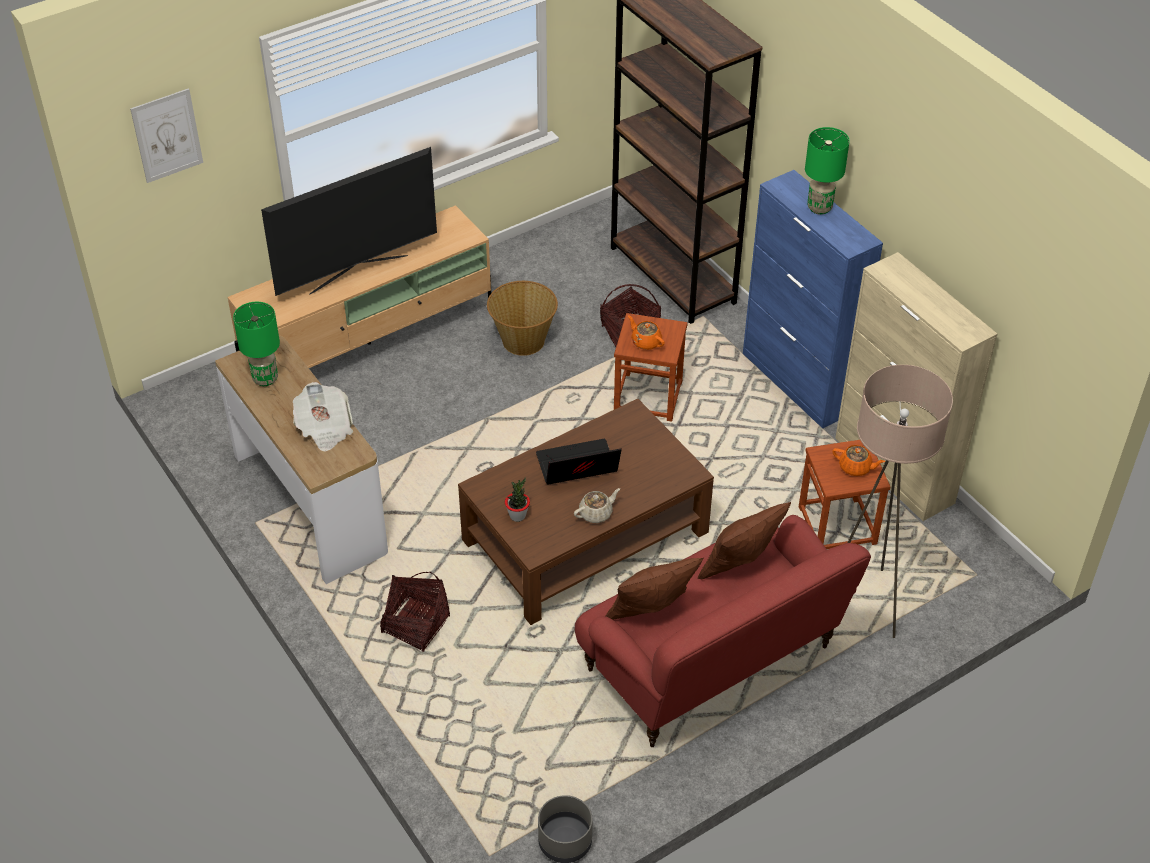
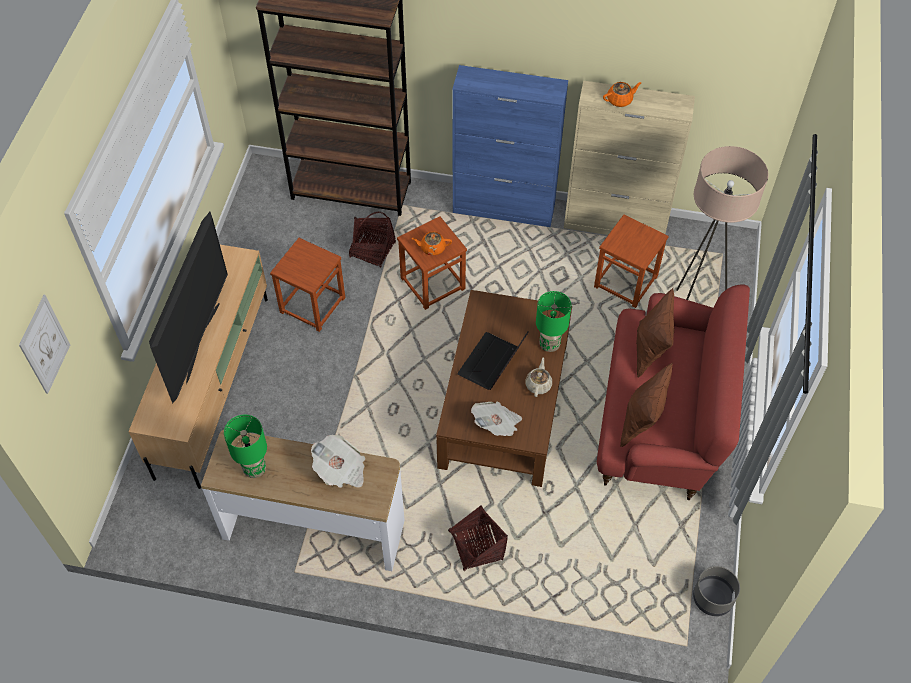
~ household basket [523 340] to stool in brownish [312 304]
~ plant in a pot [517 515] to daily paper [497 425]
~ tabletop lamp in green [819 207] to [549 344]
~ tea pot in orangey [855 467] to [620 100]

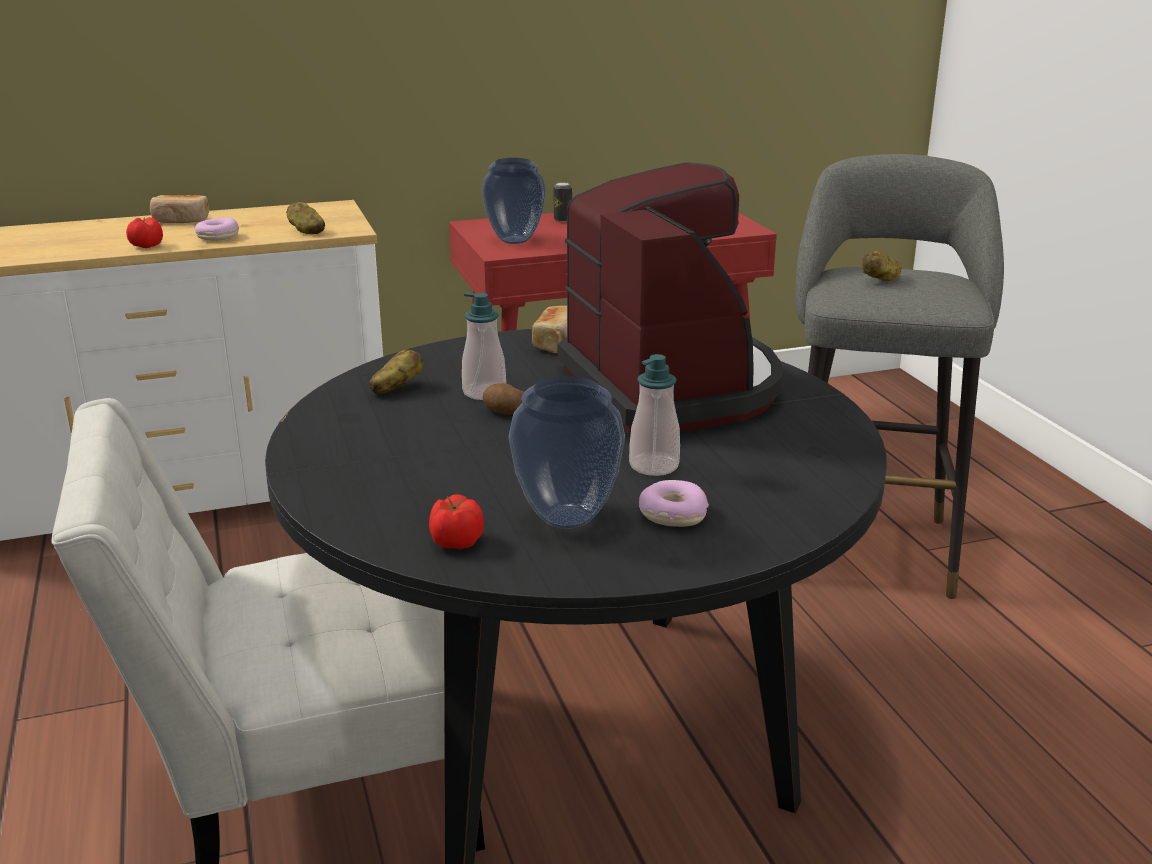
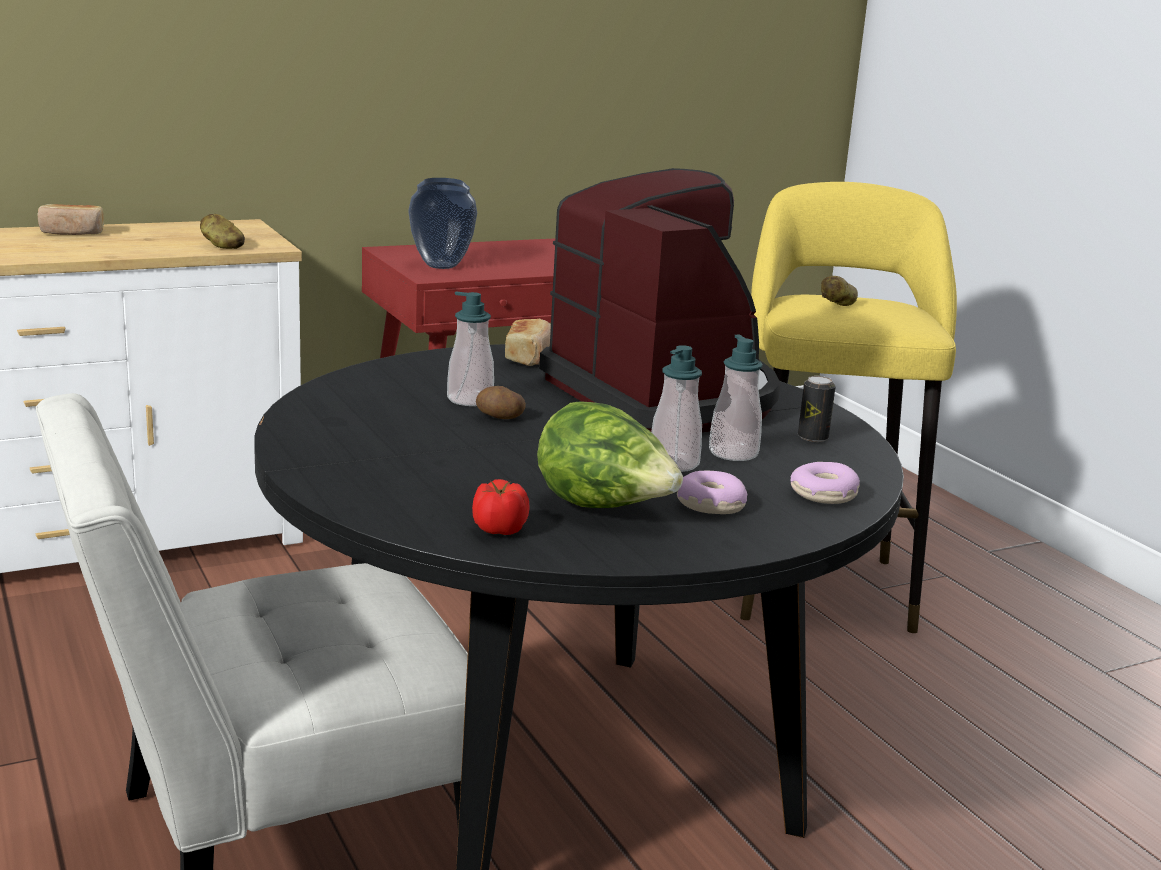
~ vase [567 517] to lettuce head [604 507]
+ soap bottle [733 453]
~ stool in gray [866 542] to stool in yellow [817 583]
~ donut [218 237] to [824 495]
~ sealed can [562 220] to [813 437]
- whole tomato [146 246]
- whole potato [396 388]

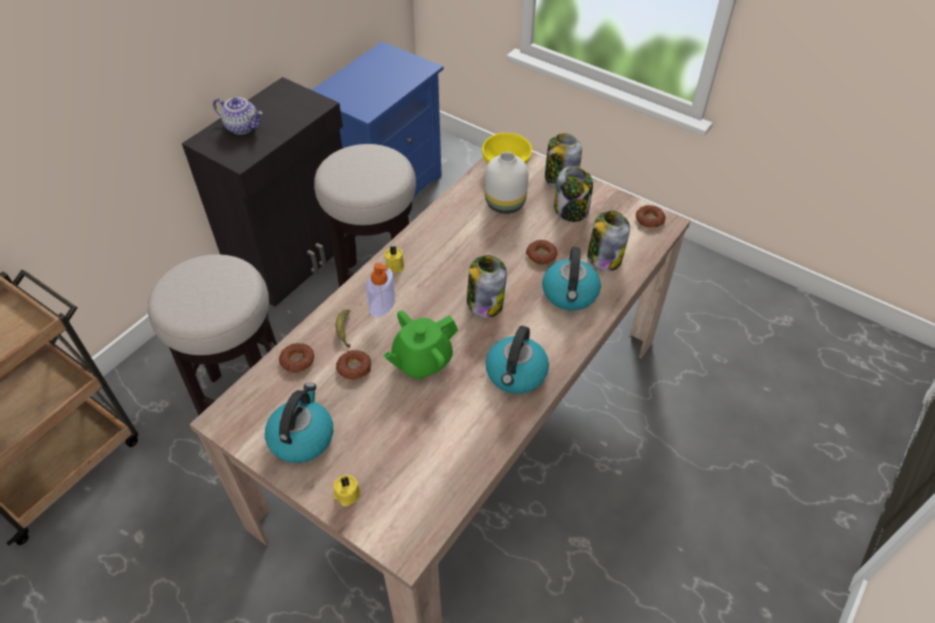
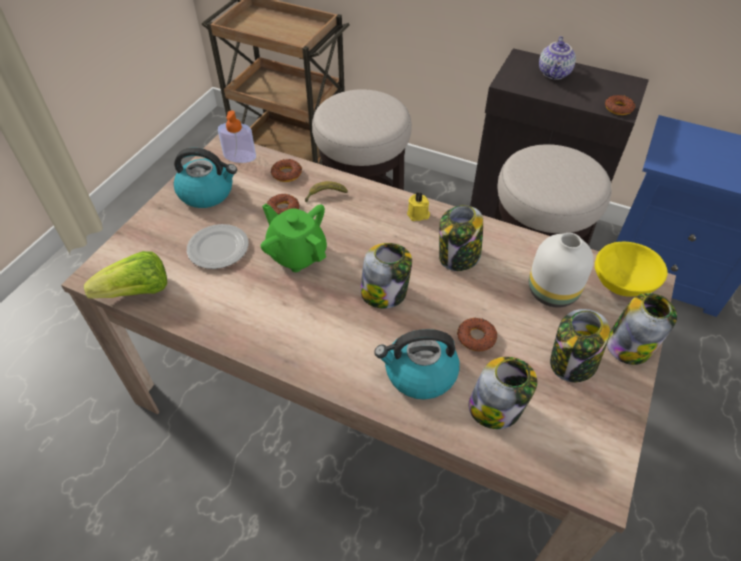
+ lettuce head [137 292]
+ dinner plate [218 248]
~ soap bottle [382 304] to [240 156]
+ jar [458 257]
~ donut [649 219] to [618 108]
- wax candle in yellow [347 494]
- tea kettle [516 374]

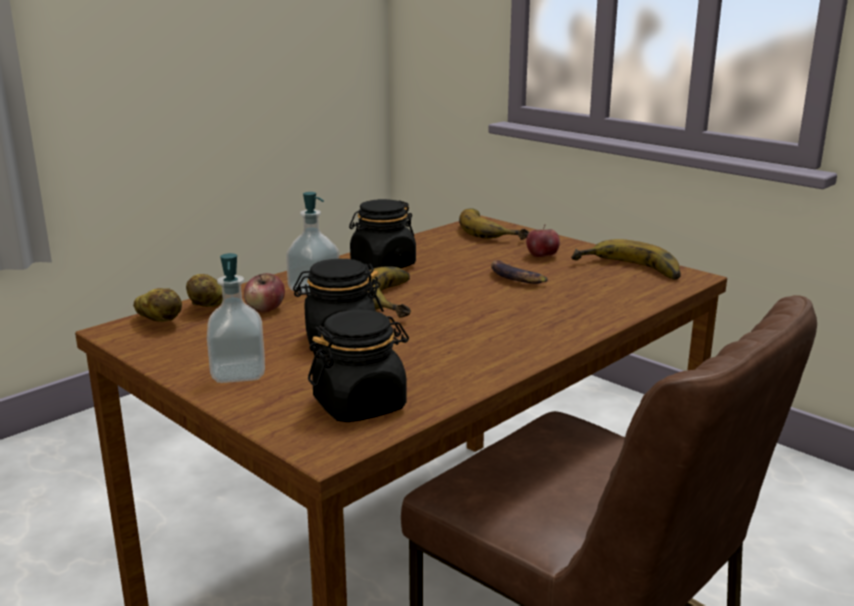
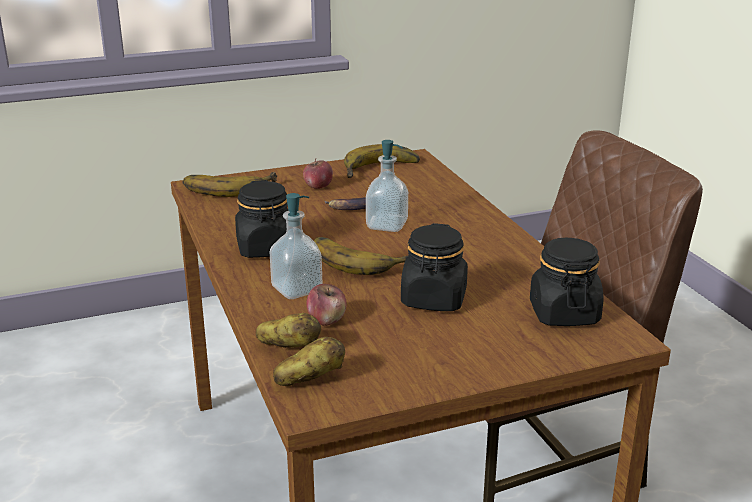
~ soap bottle [238 373] to [387 225]

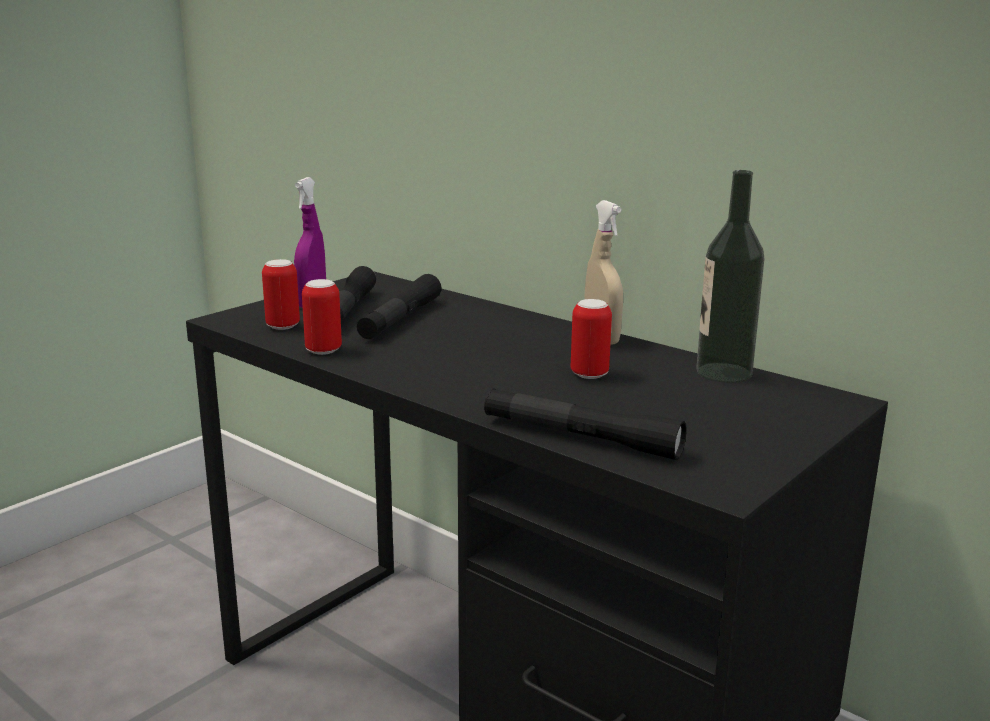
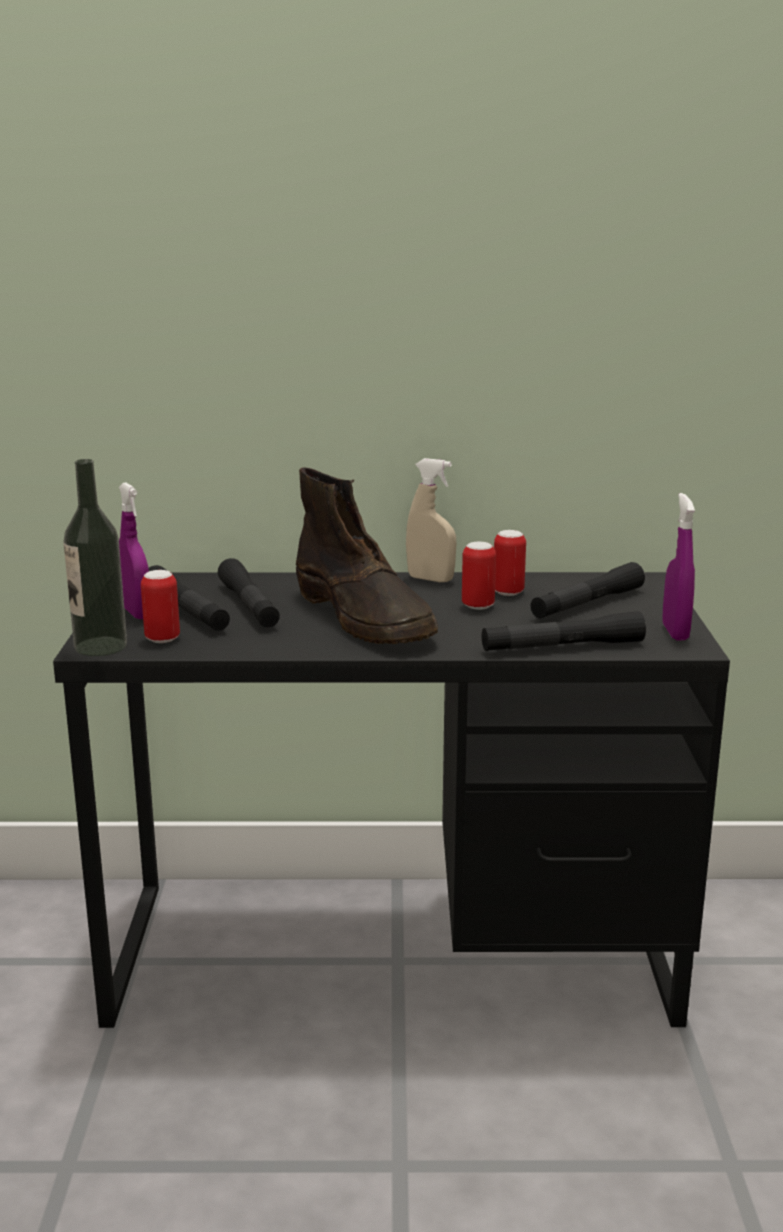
~ drink bottle [724 373] to [100 646]
+ high-top boot in brownish [364 618]
~ sealed can [323 350] to [508 592]
+ torch in black-coloured [587 604]
+ sprayer in purplish [675 632]

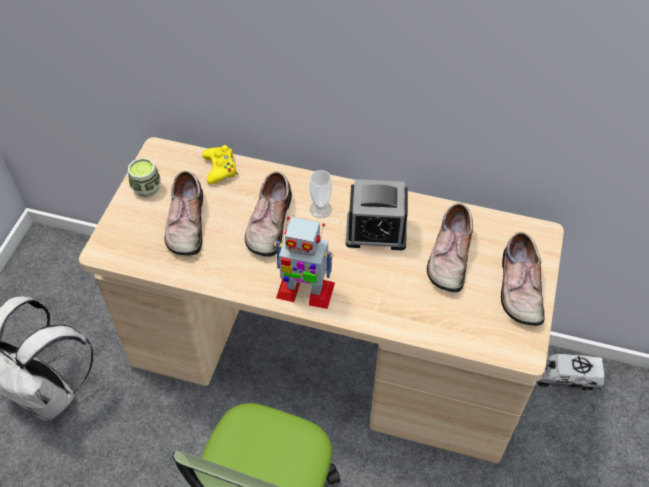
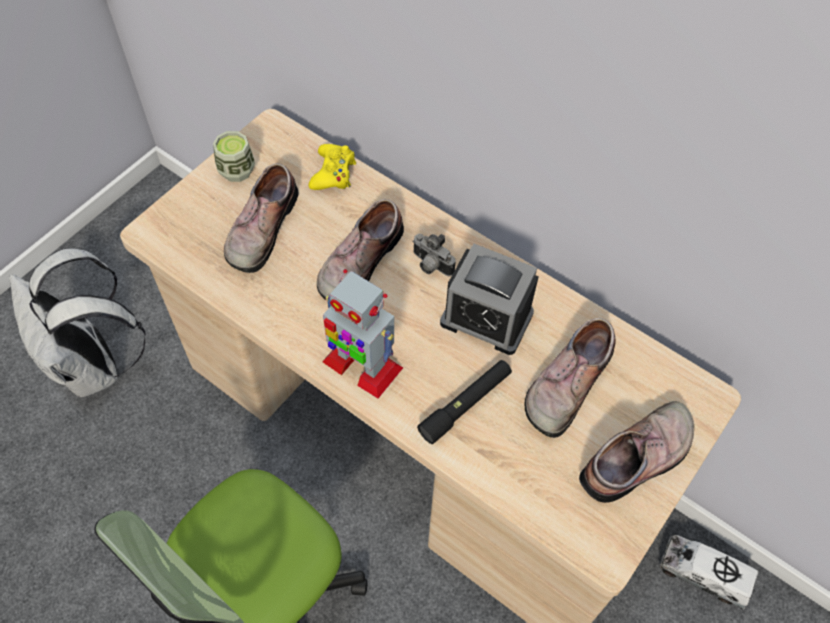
~ drinking cup [320 209] to still camera [430 265]
+ torch in black-coloured [465 404]
~ item of footwear [518 287] = [639 459] 150 degrees counterclockwise

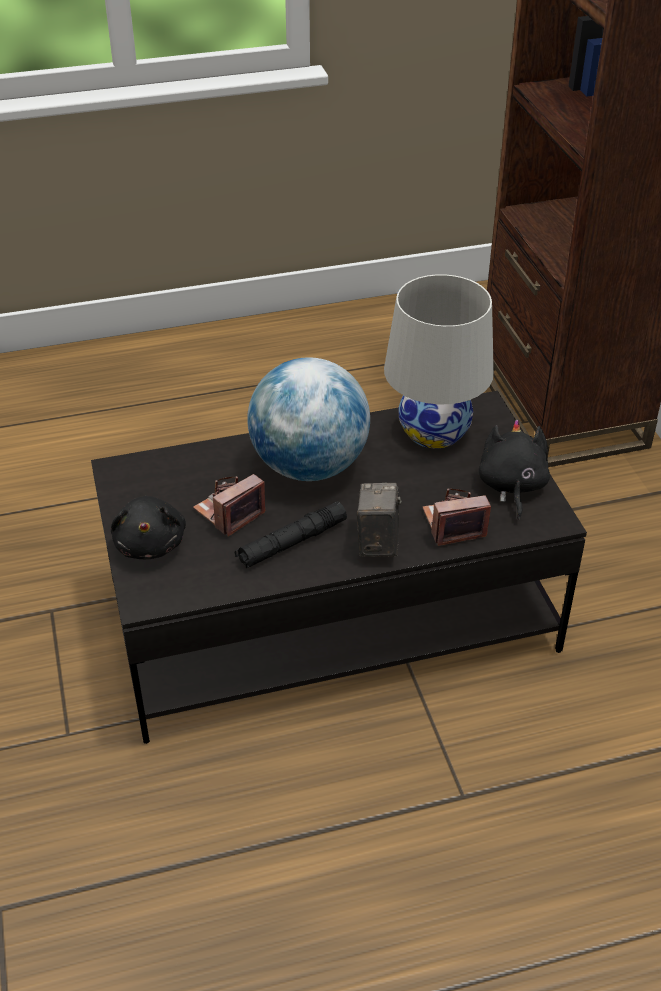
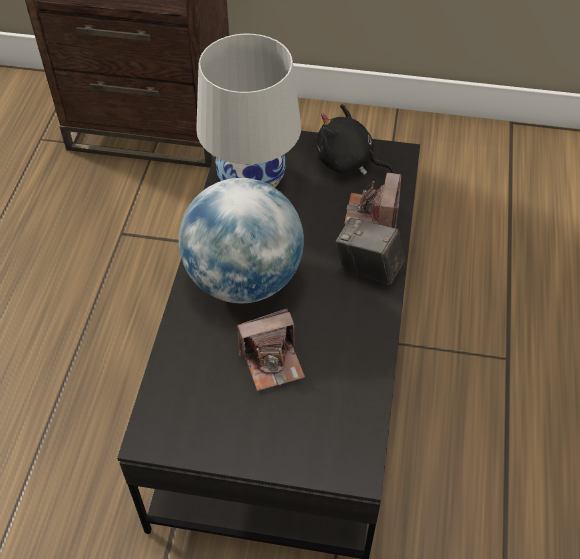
~ still camera [229 513] = [272 361] 90 degrees counterclockwise
- cuddly toy in black-coloured [150 543]
- torch in black-coloured [292 542]

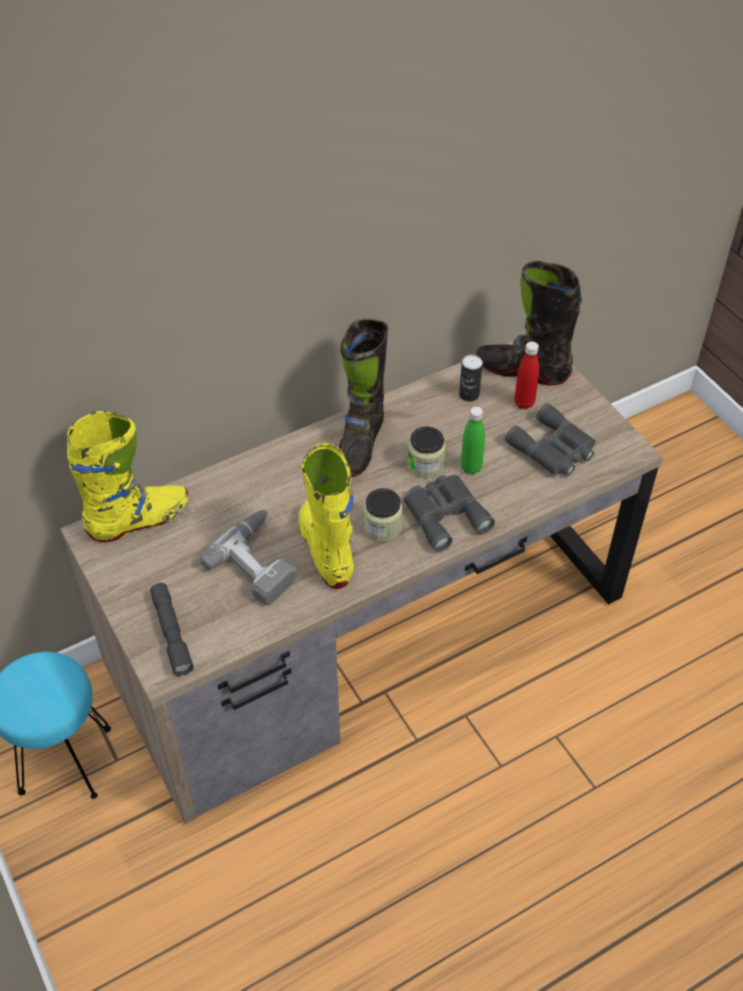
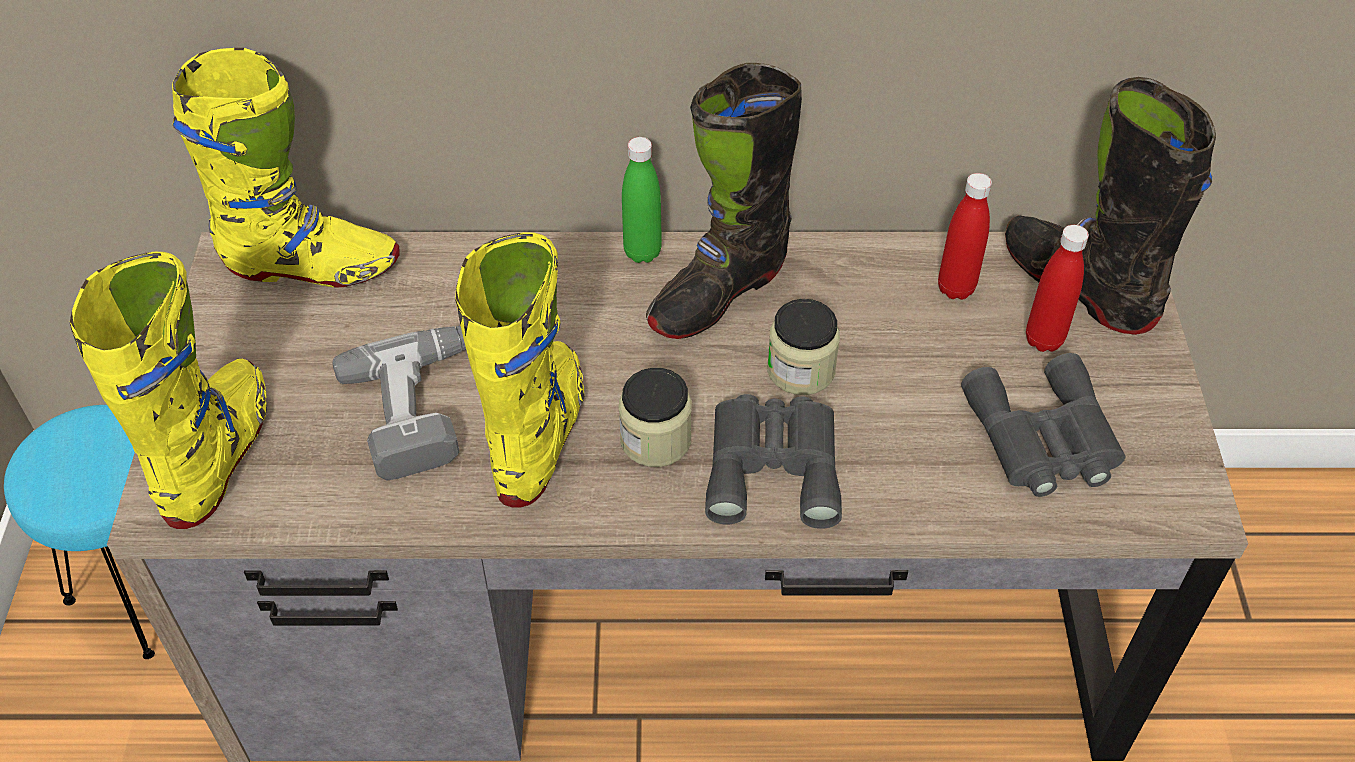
~ torch in gray [171 633] to high-top boot in yellow [218 455]
~ drink bottle in green [471 467] to [642 252]
~ sealed can [469 395] to drink bottle in red [956 288]

